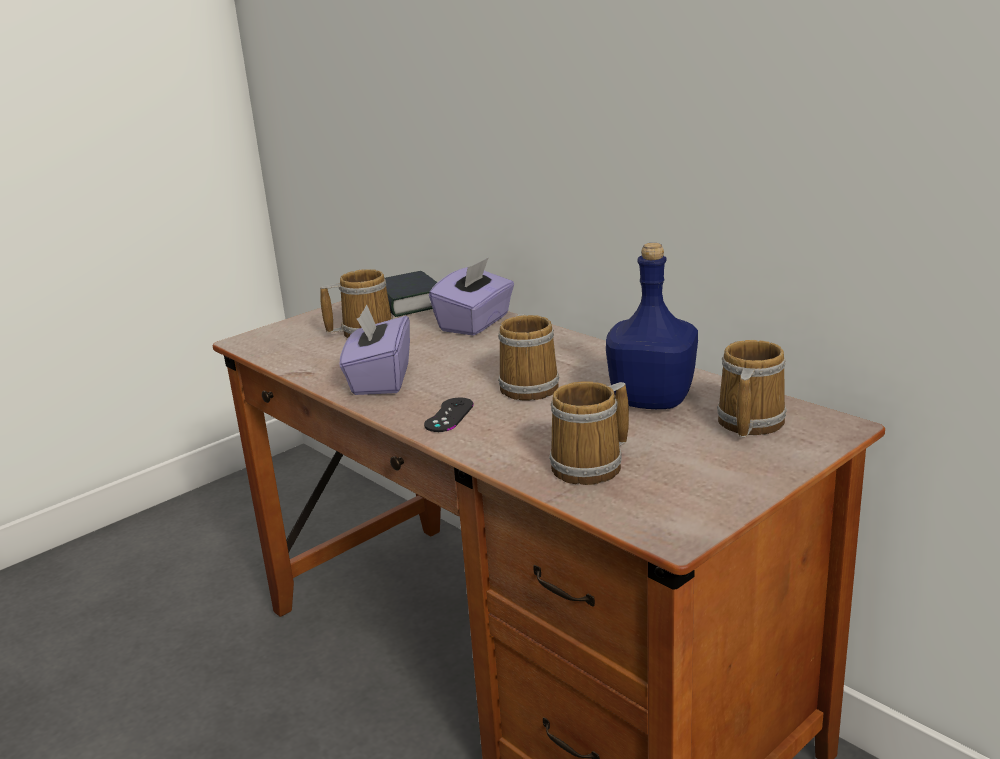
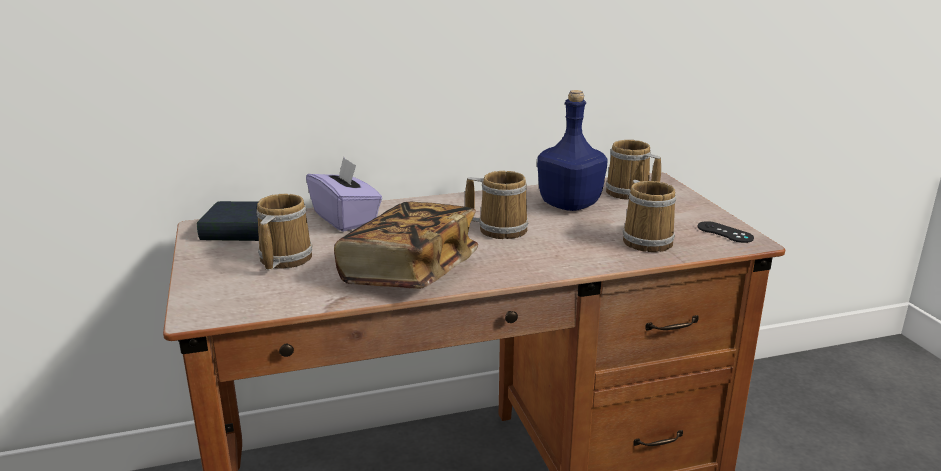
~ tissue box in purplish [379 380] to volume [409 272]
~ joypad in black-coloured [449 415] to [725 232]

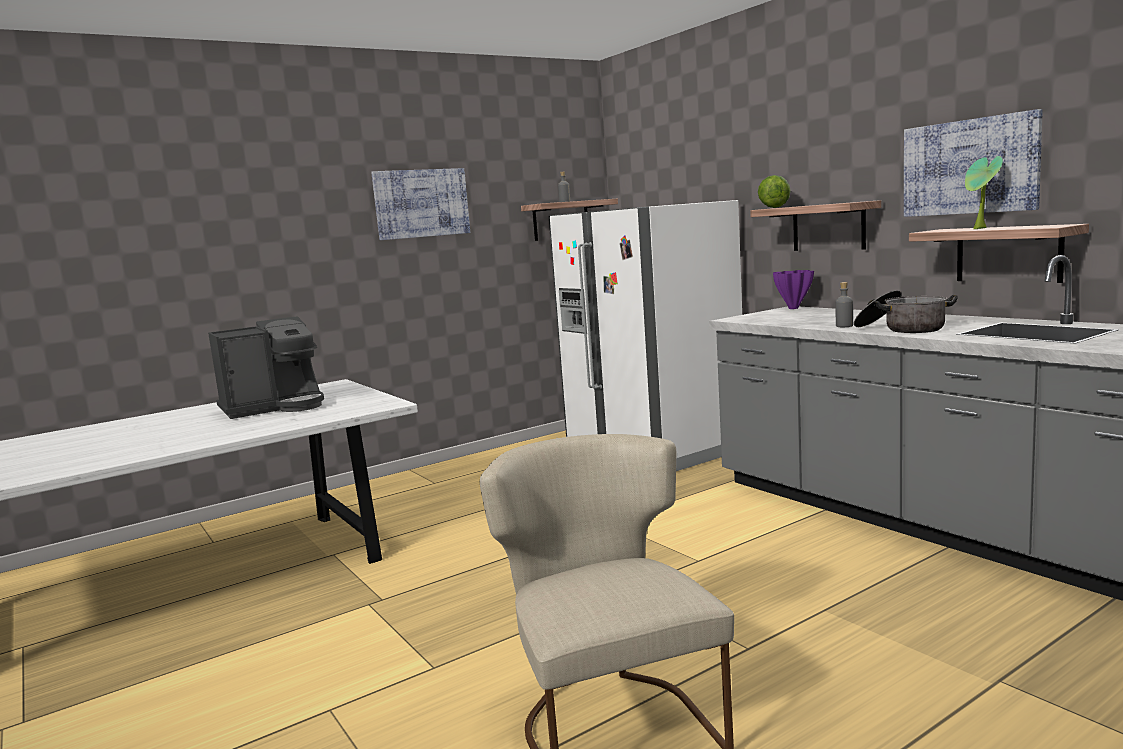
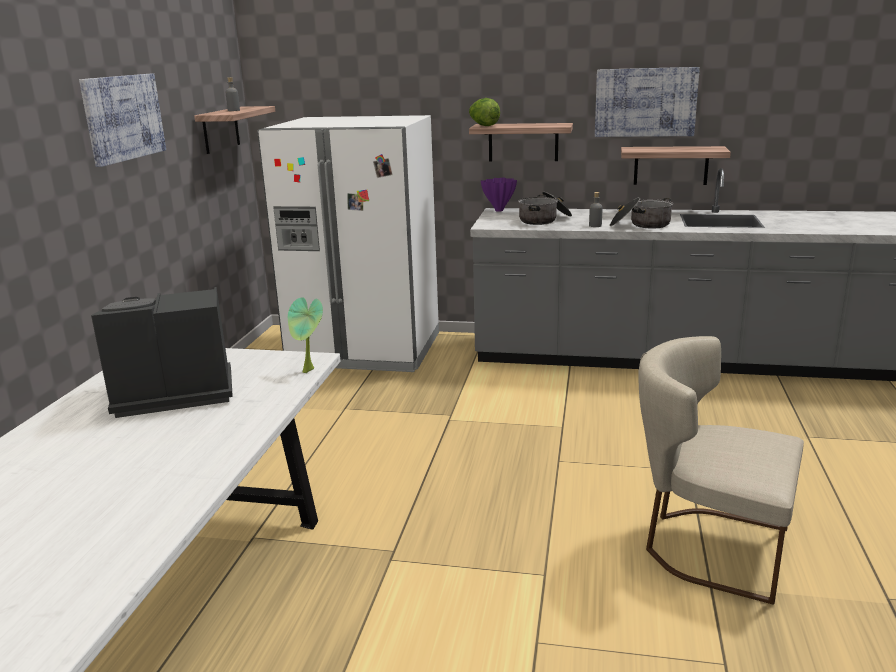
~ coffee brewer [275 407] = [171 395] 120 degrees counterclockwise
~ plant in a pot [980 228] to [309 371]
+ stockpot [544 220]

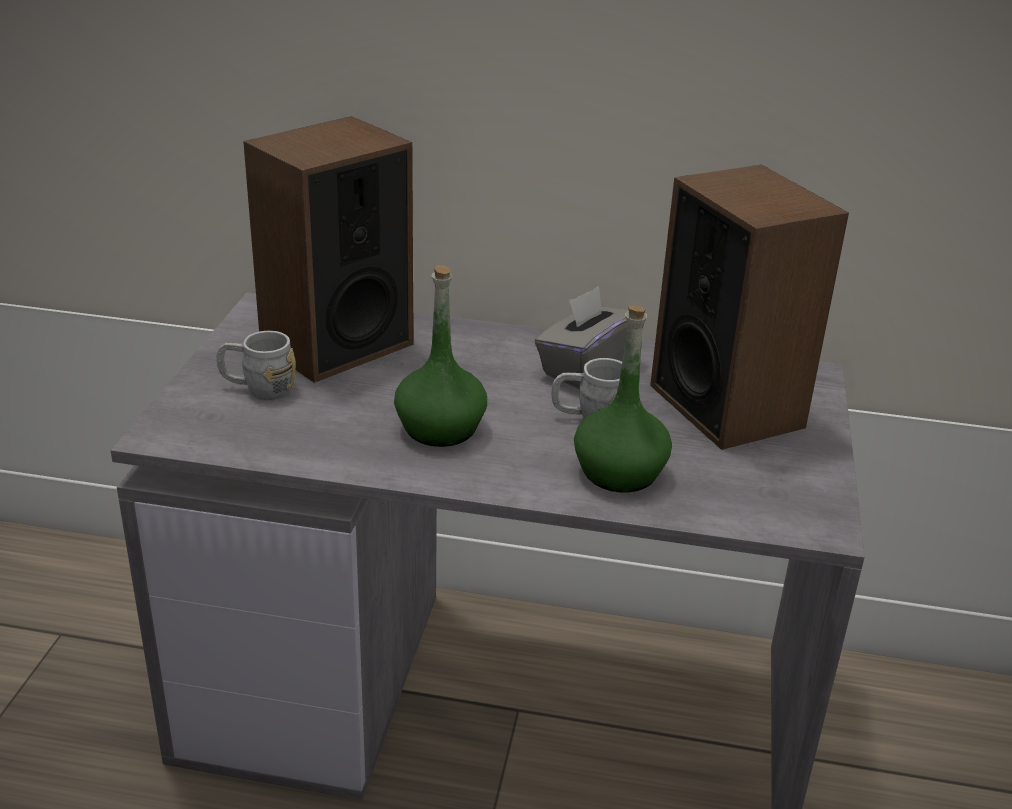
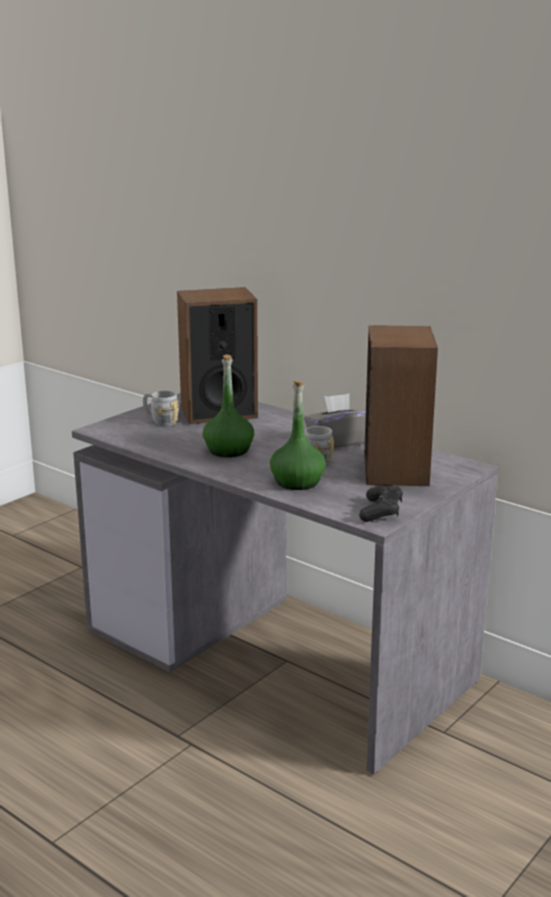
+ joypad in black-coloured [381 512]

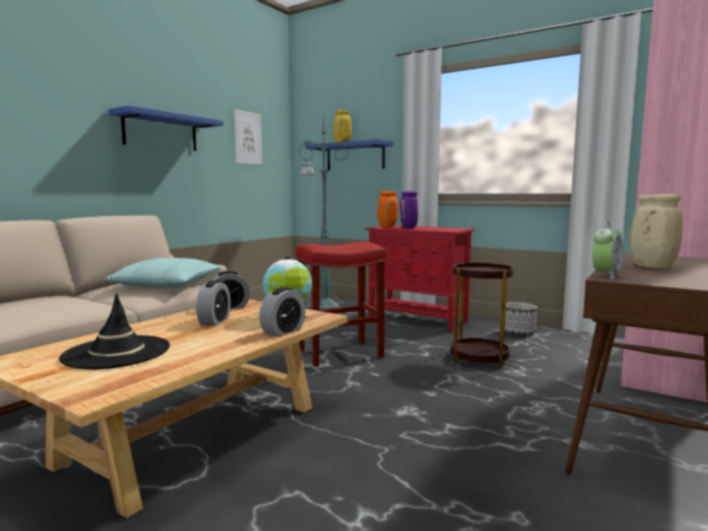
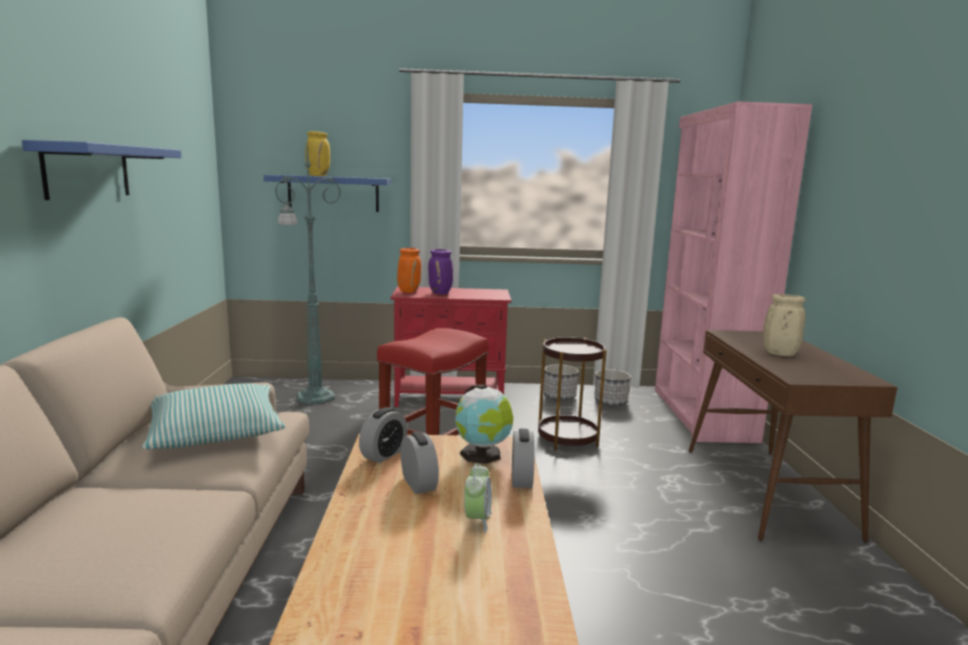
~ bedside clock [606 276] to [477 520]
+ plant pot [610 402]
- hat in black-coloured [117 352]
- wall picture [247 138]

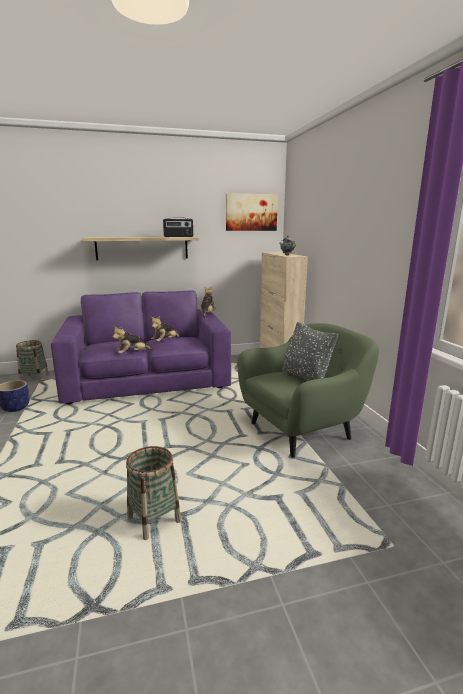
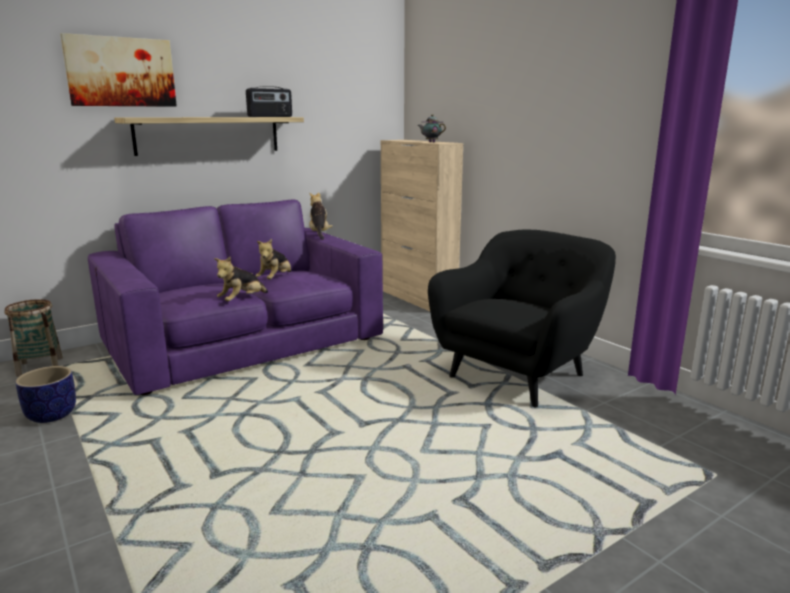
~ wall picture [251 212] to [121 72]
~ easy chair in green [302 430] to easy chair in black-coloured [519 374]
- household basket [154 520]
- cushion in gray [306 378]

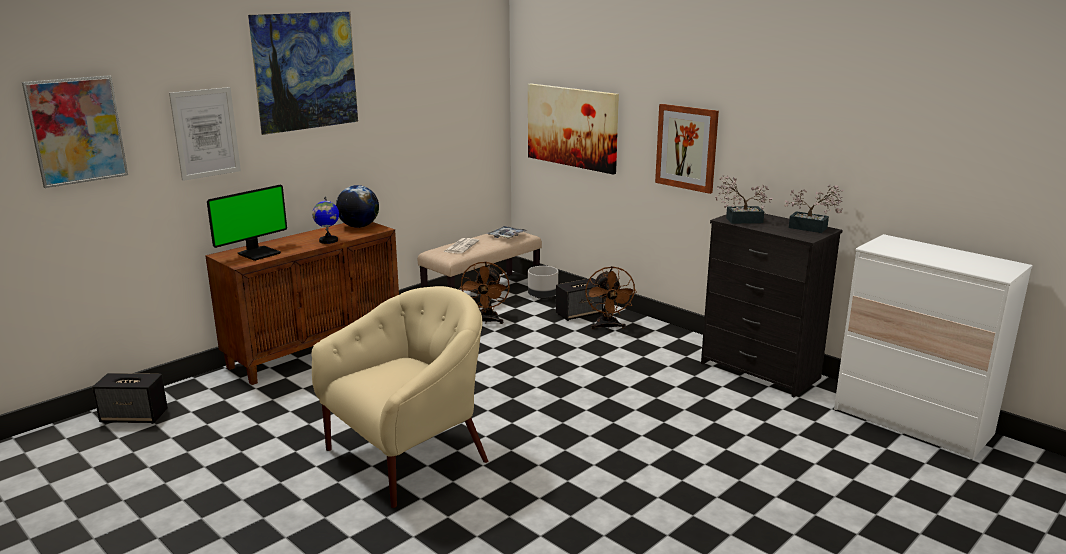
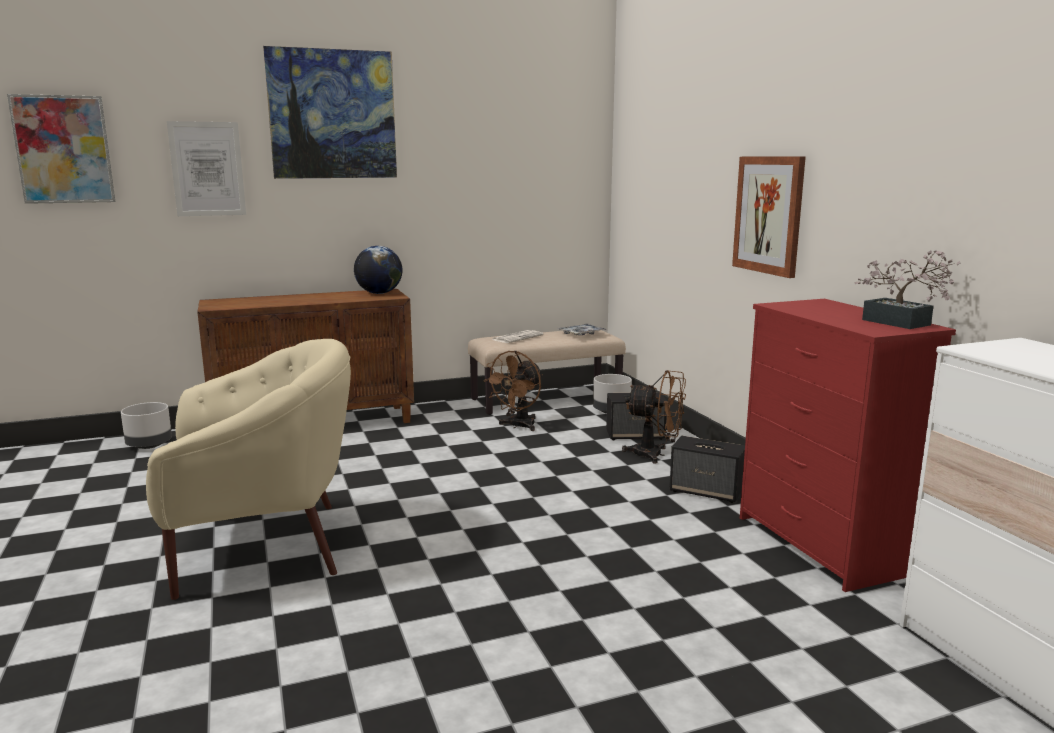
+ plant pot in gray [149 445]
~ fan in brownish [608 327] = [655 455] 90 degrees counterclockwise
~ loudspeaker [135 417] to [706 492]
~ chest of drawers in black-coloured [760 371] to chest of drawers in red [822 545]
- computer screen [258 253]
- desk globe [328 241]
- wall picture [572 127]
- plant in a pot [739 220]

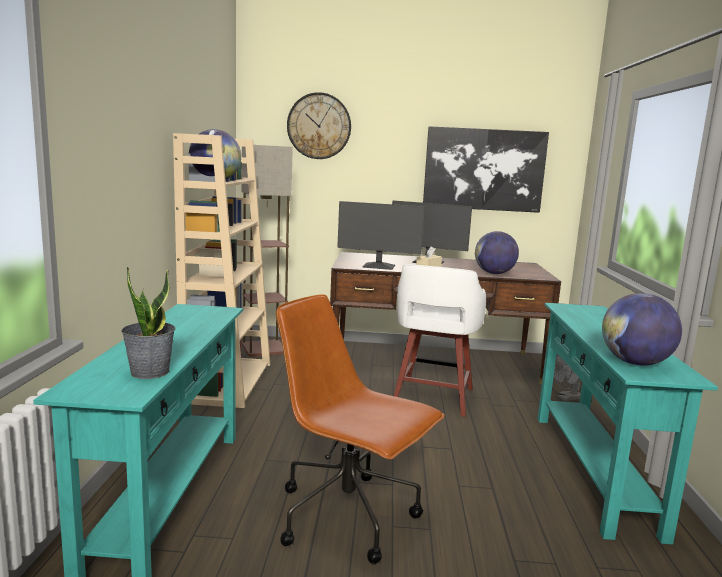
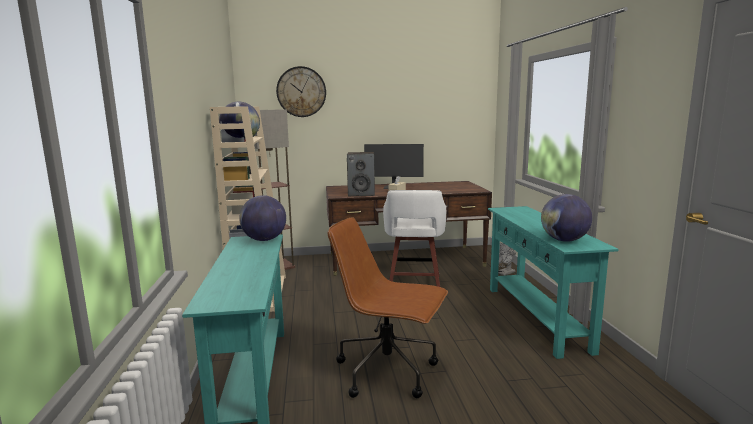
~ desk globe [494 273] to [264 240]
~ computer screen [379 266] to loudspeaker [361 194]
- plant in a pot [149 372]
- wall picture [484 169]

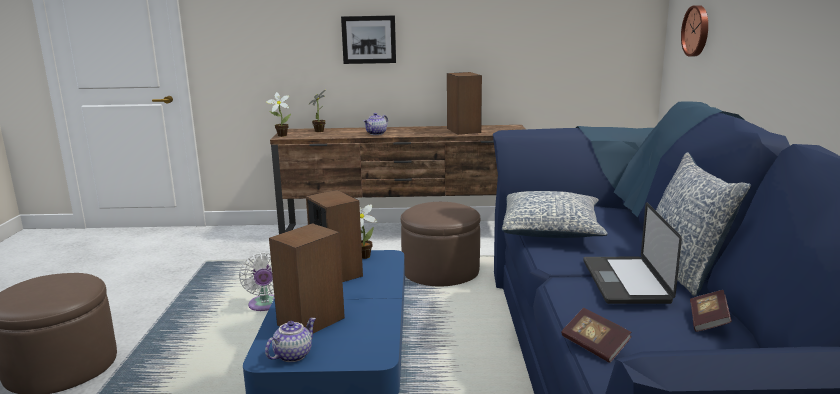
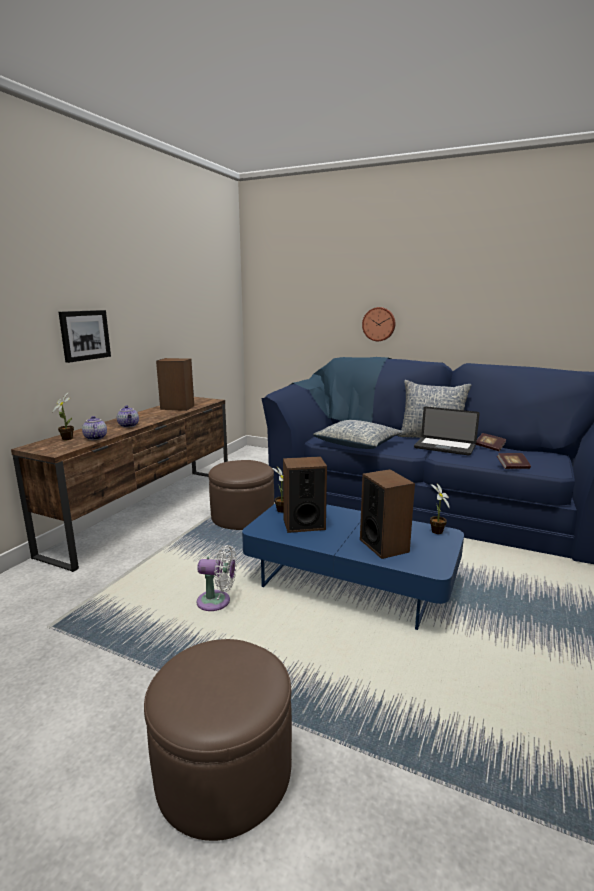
~ tea pot [292 355] to [95 438]
~ wall clock [697 31] to [379 324]
~ plant in a pot [280 135] to [436 532]

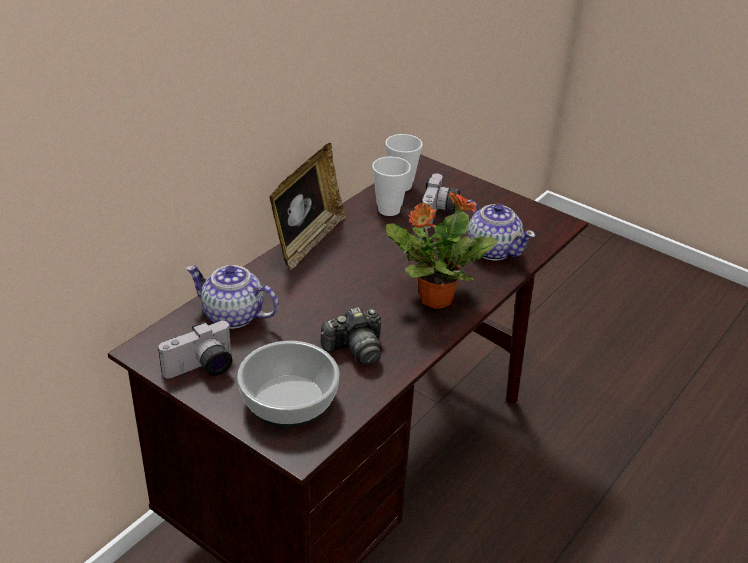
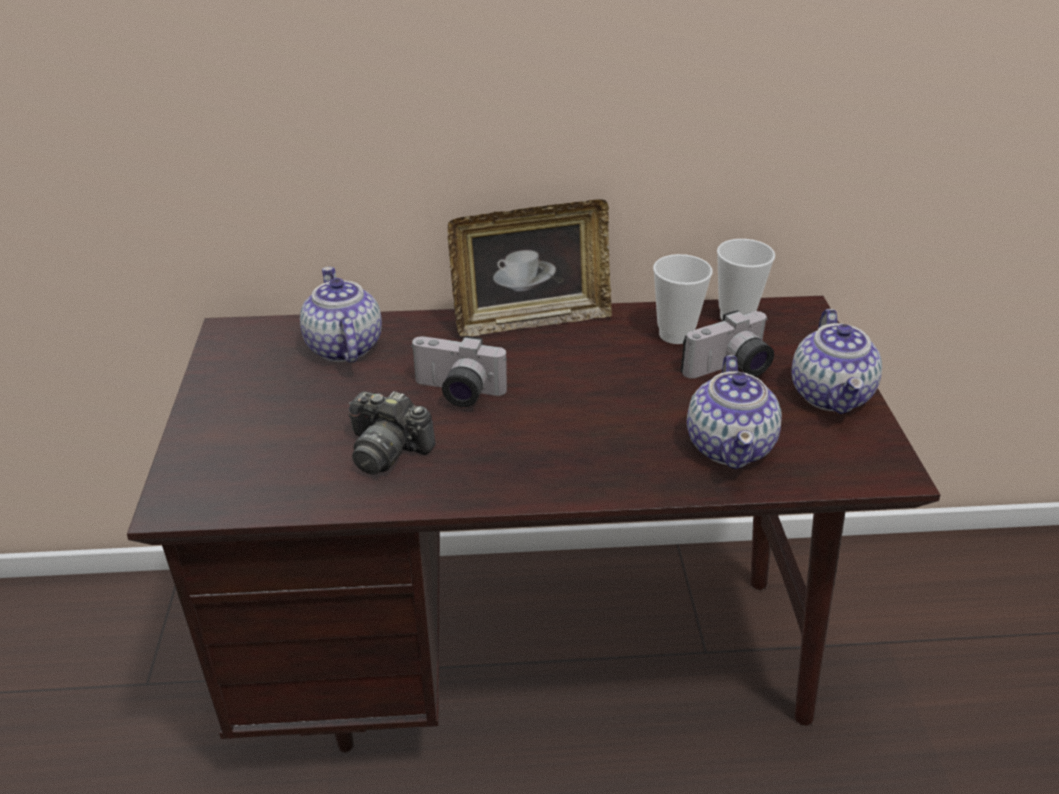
~ still camera [202 369] to [456 393]
+ tea pot [831 395]
- deep dish [289 399]
- plant in a pot [434 298]

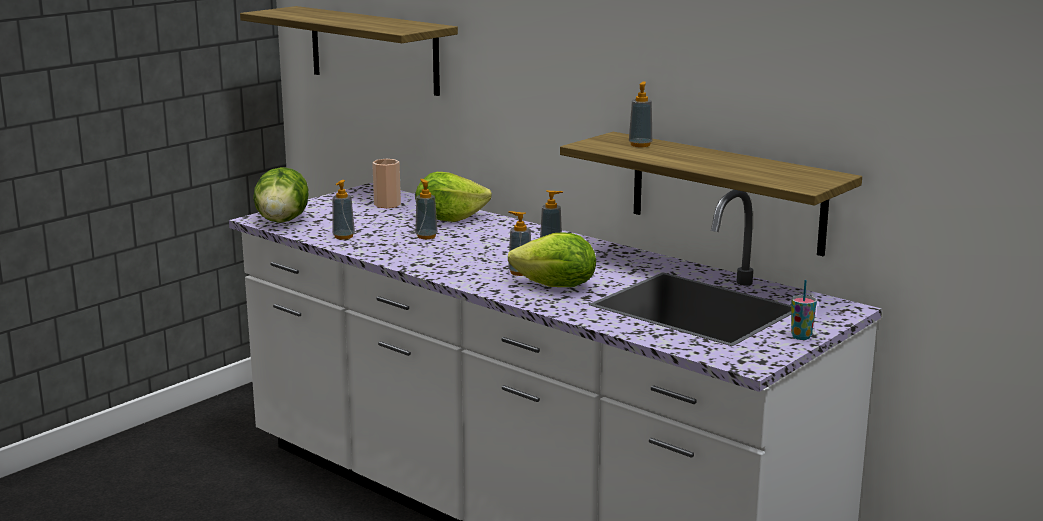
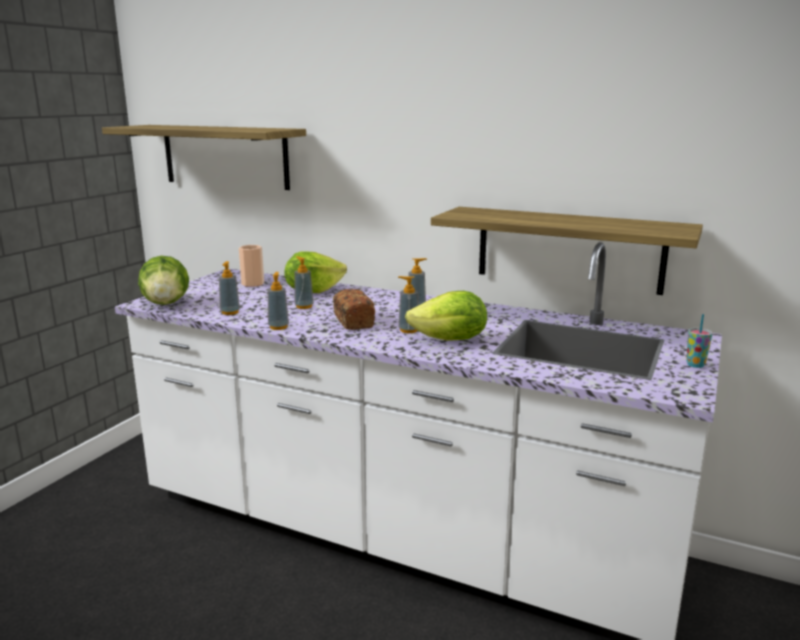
~ soap bottle [640 145] to [278 327]
+ bakery bread [353 321]

